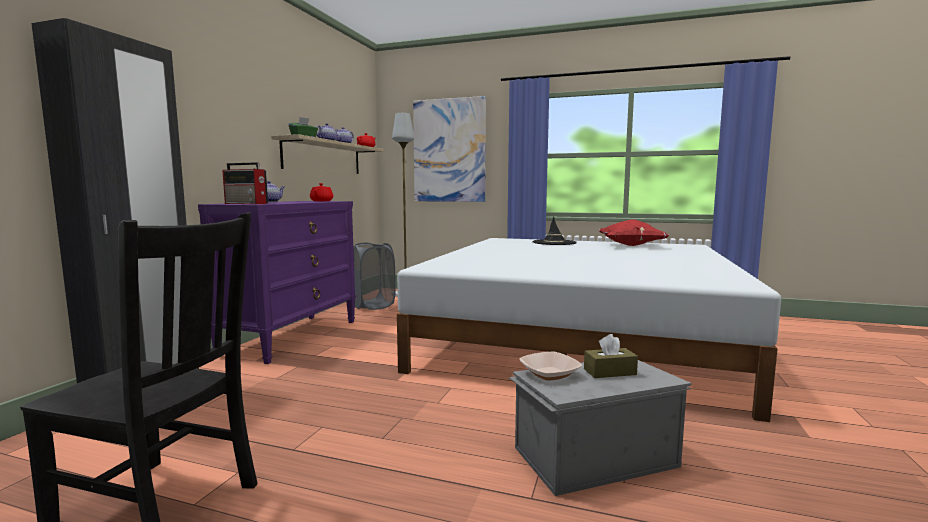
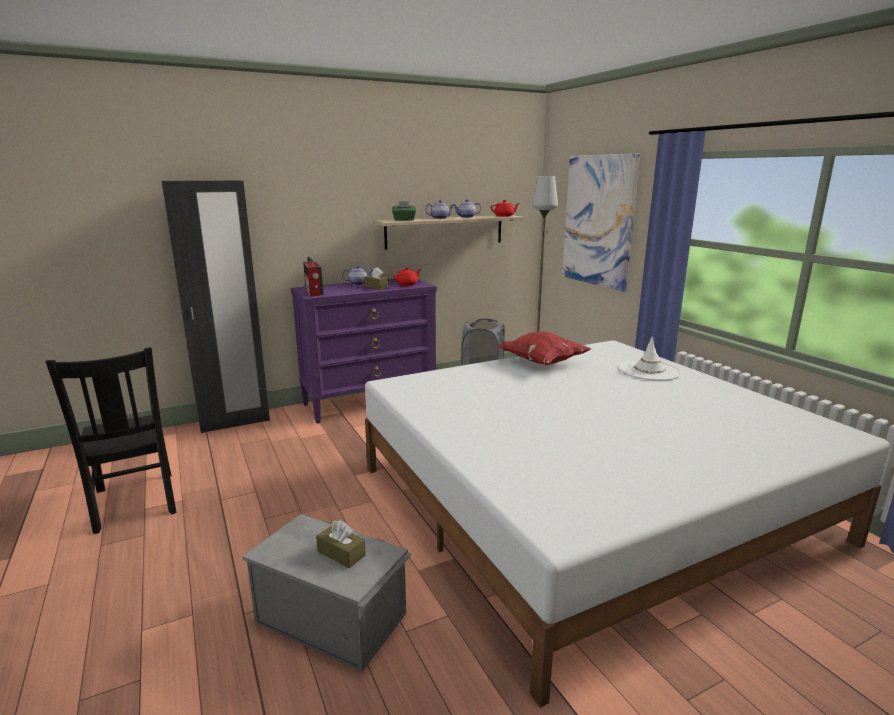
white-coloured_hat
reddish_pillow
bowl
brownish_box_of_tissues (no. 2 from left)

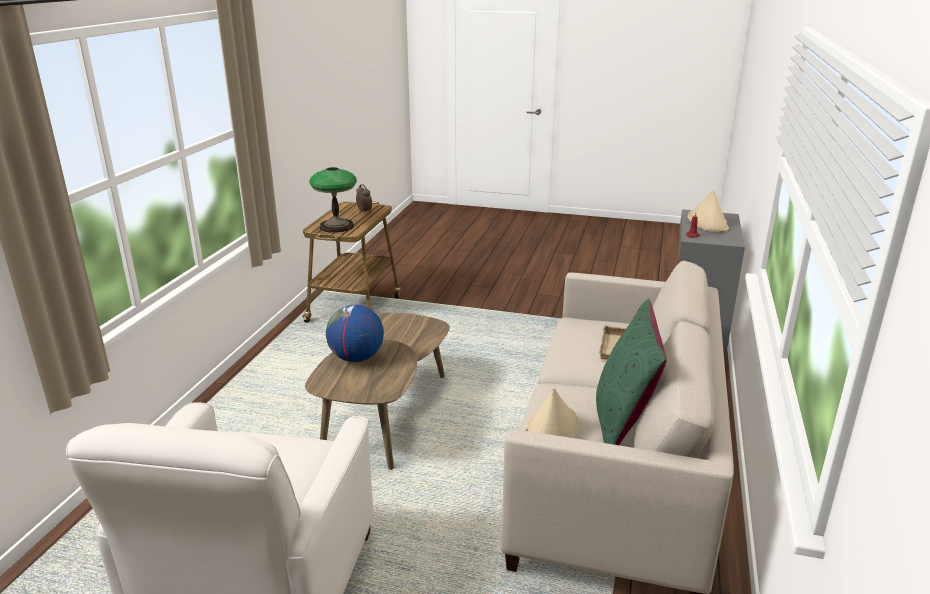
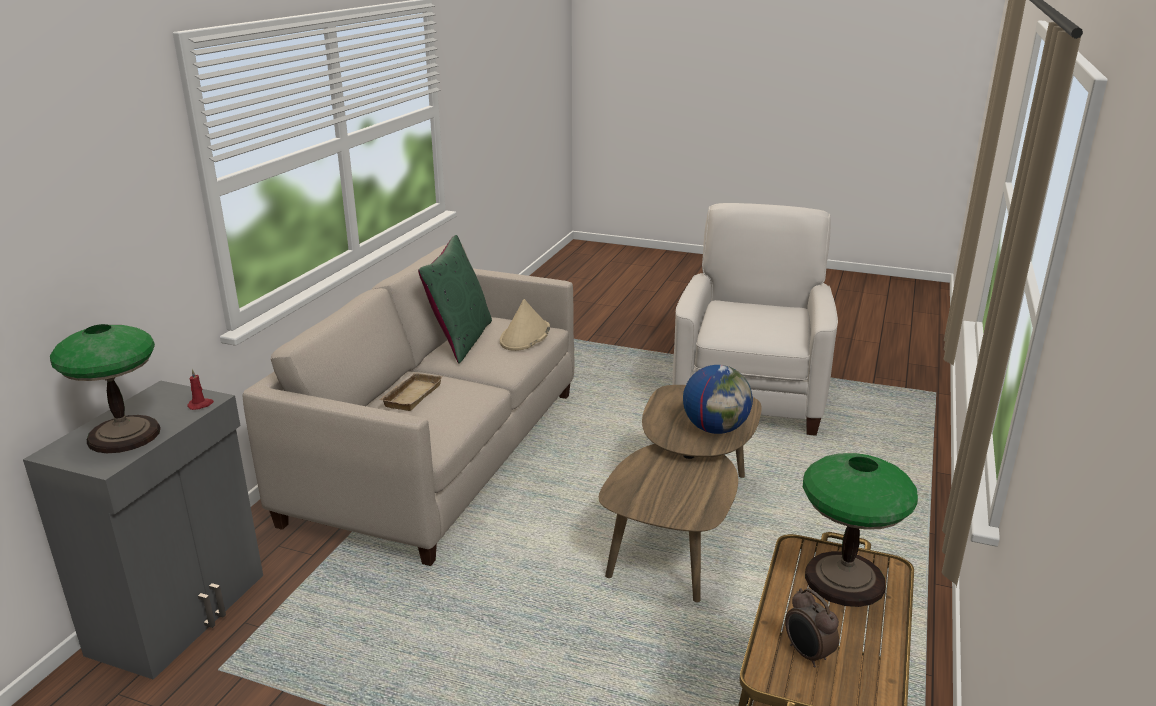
lamp_for_a_table (no. 1 from left)

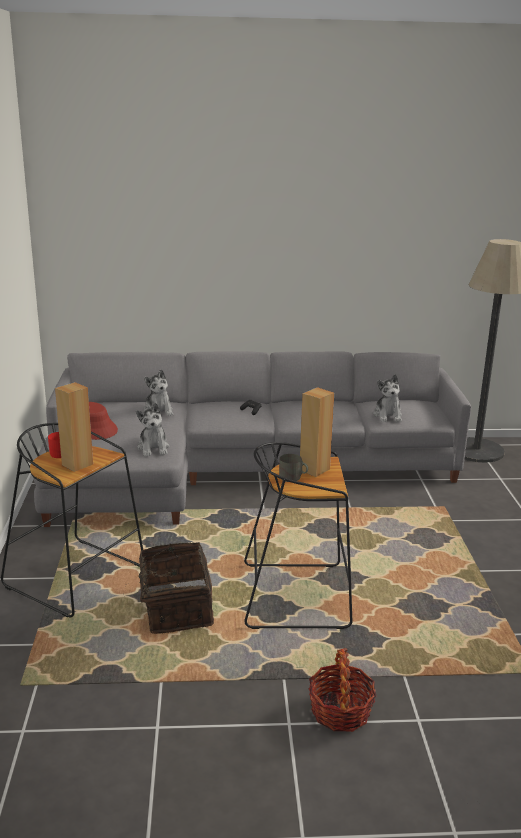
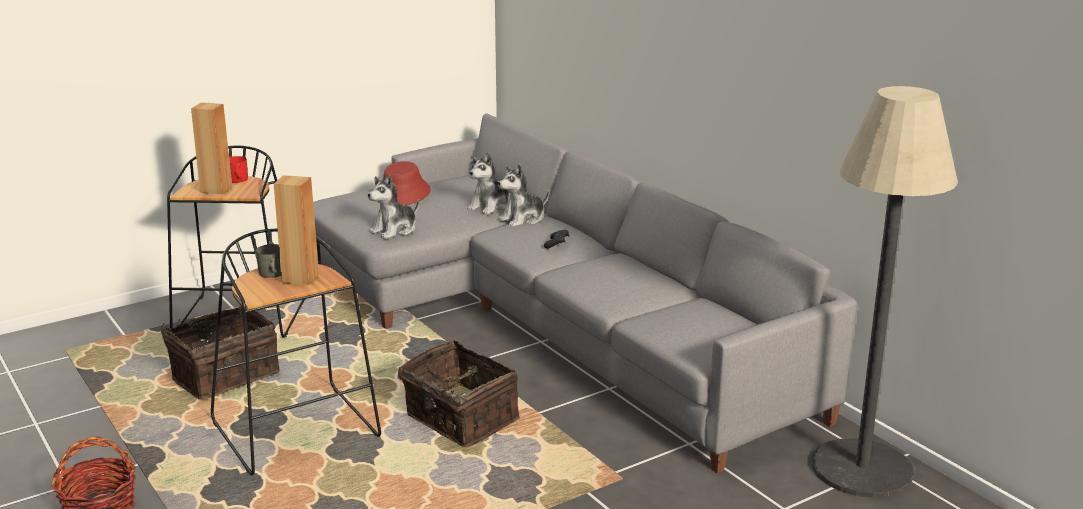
cuddly_toy (no. 3 from left)
storage_basket (no. 3 from left)

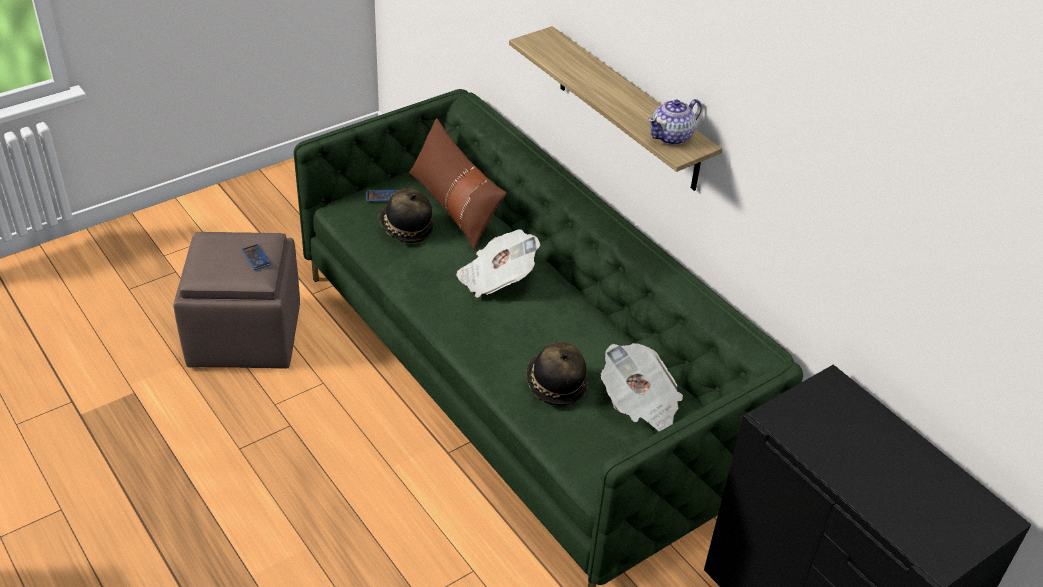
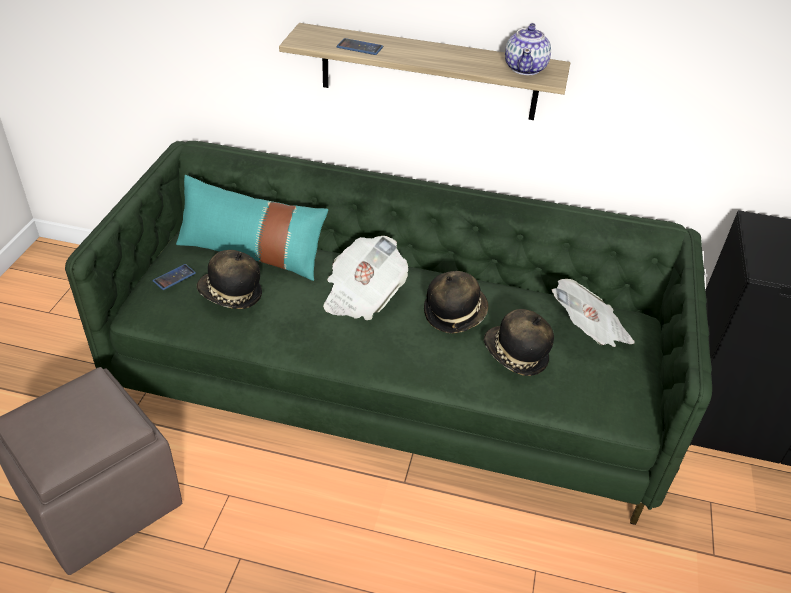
turquoise-coloured_pillow
telephone (no. 2 from left)
hat (no. 2 from left)

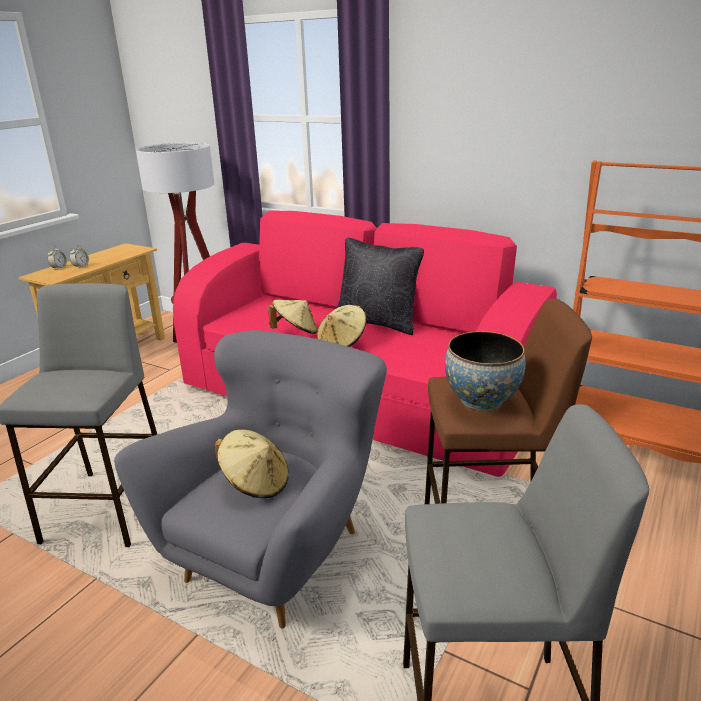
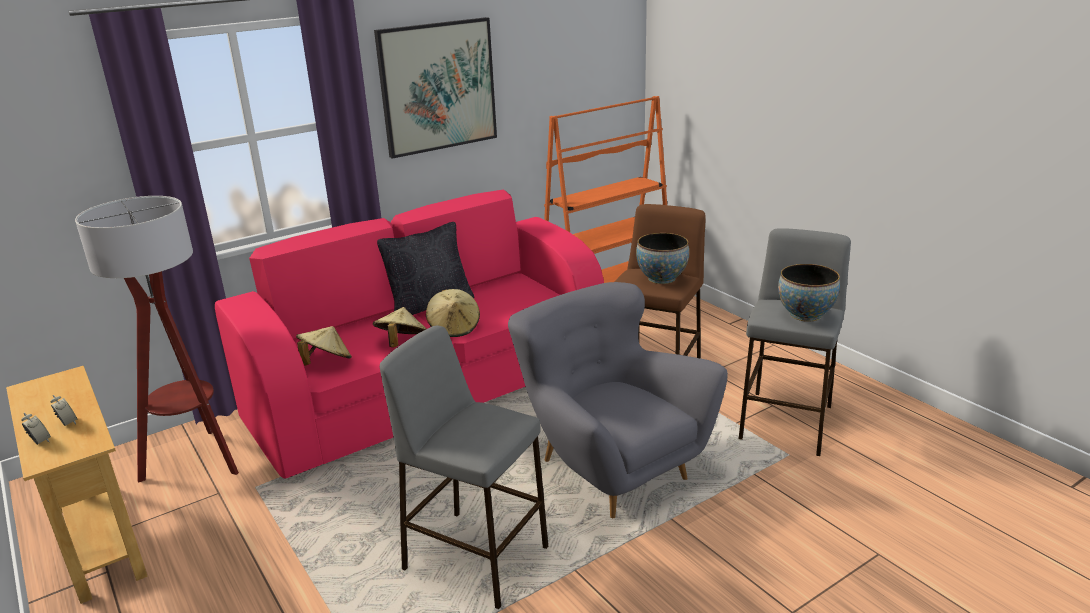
sand-coloured_hat (no. 1 from left)
wall_picture
bowl (no. 2 from left)

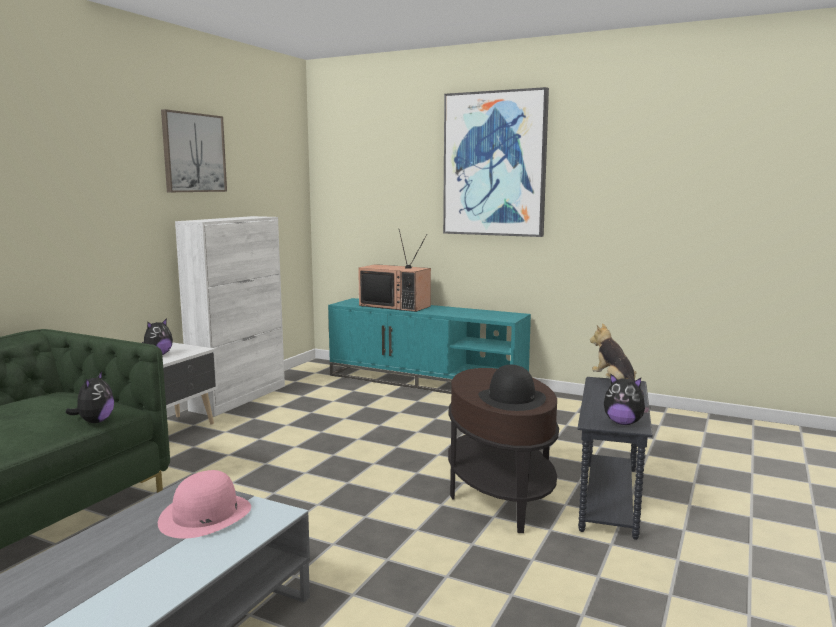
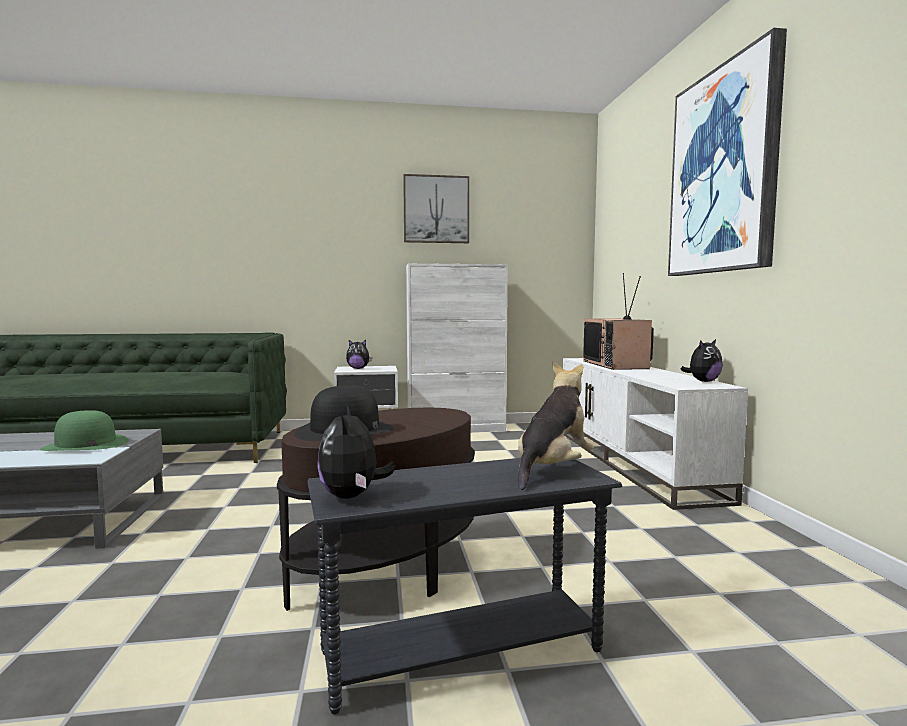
white-coloured_tv_unit
cuddly_toy (no. 4 from left)
green_hat

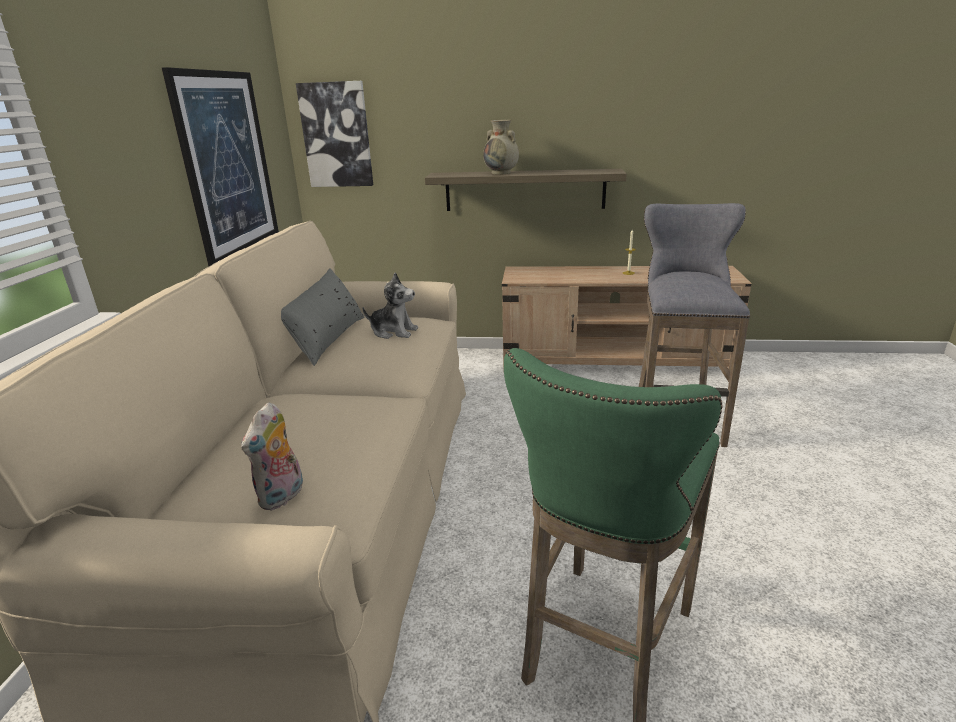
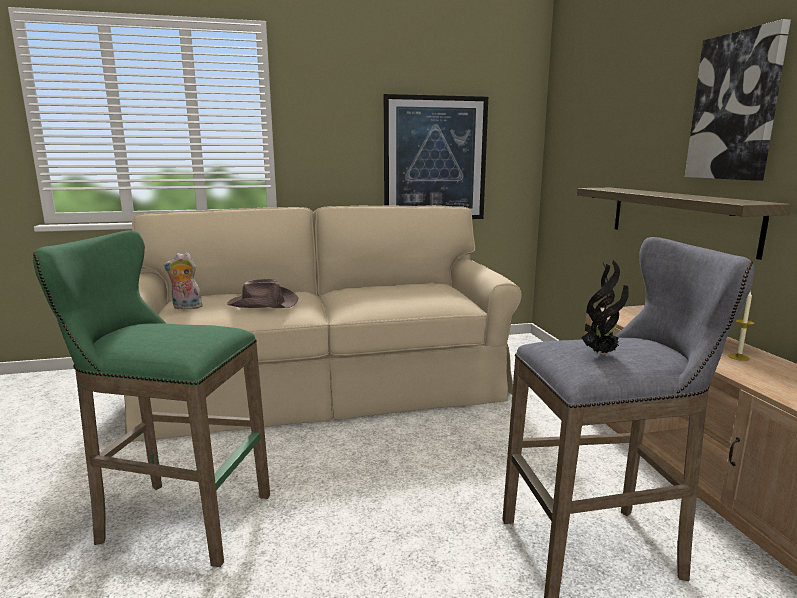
wall_picture (no. 2 from left)
sand-coloured_flower_vase
greyish_pillow
cuddly_toy (no. 2 from left in the first image)
plant_in_a_pot
brownish_hat

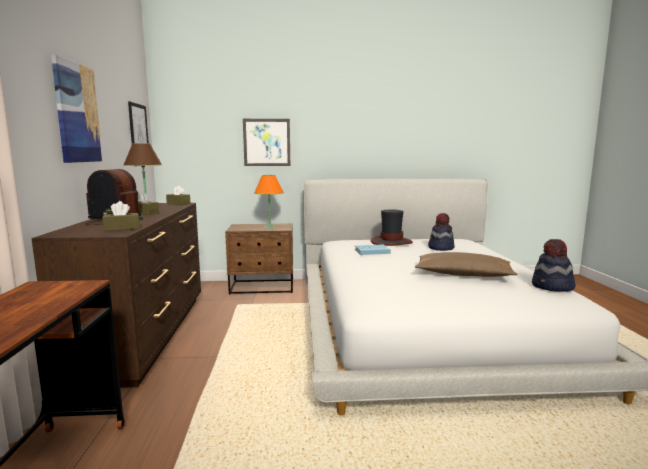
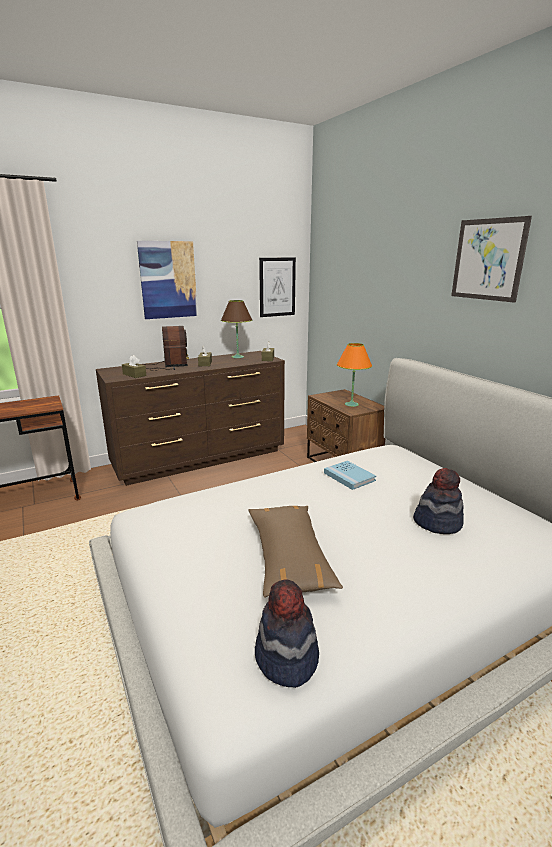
wall_picture (no. 3 from left)
hat (no. 1 from left in the first image)

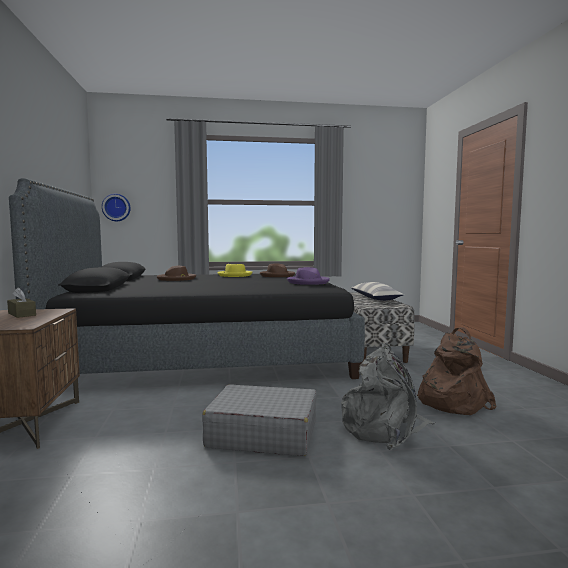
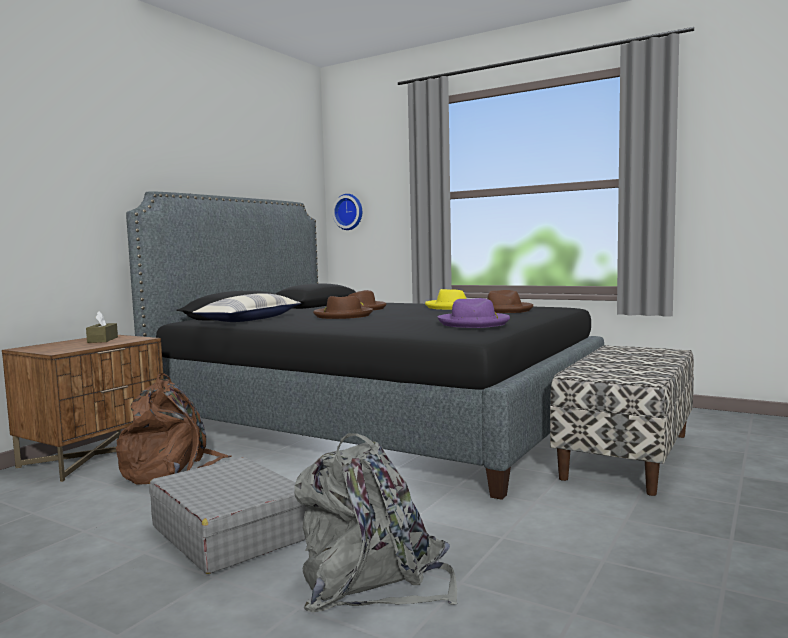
pillow
brownish_backpack
brownish_hat (no. 1 from left)

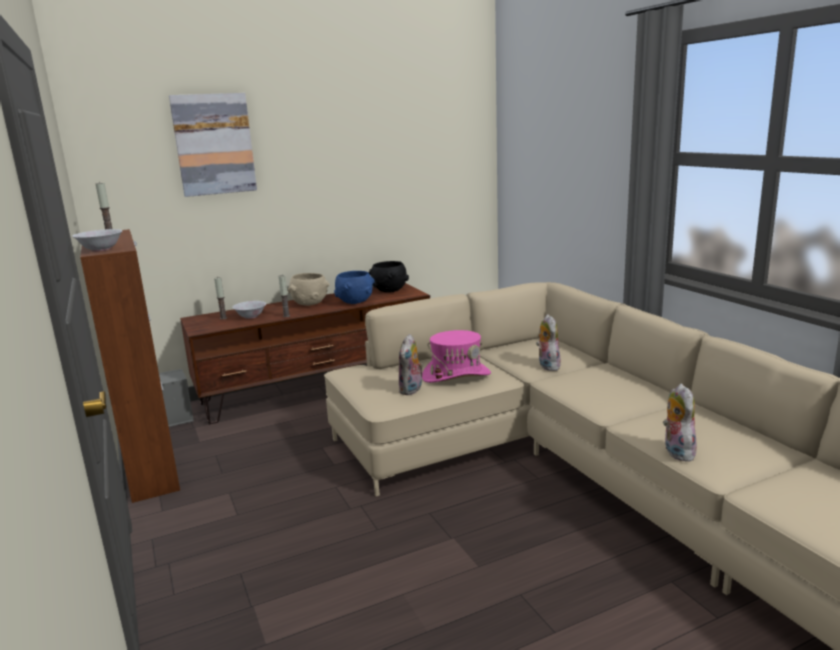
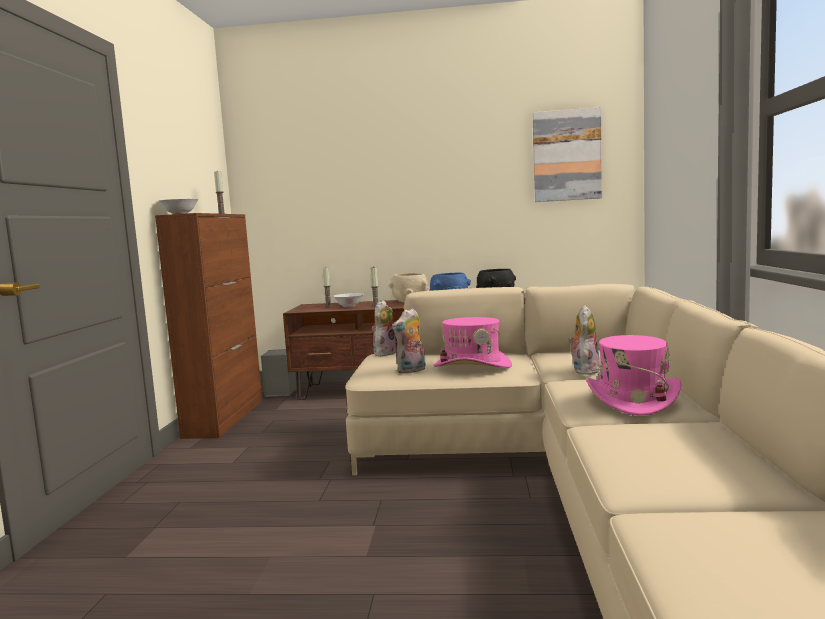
wall_picture
cuddly_toy (no. 1 from left)
pink-coloured_hat (no. 2 from left)

